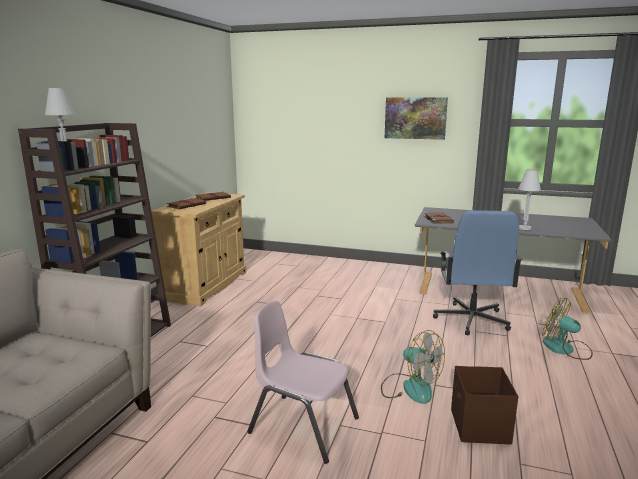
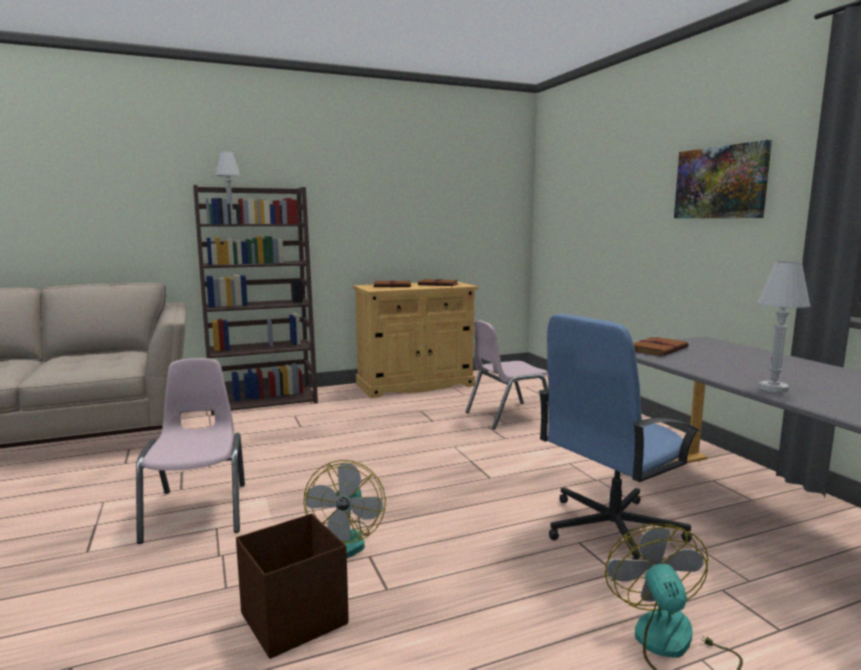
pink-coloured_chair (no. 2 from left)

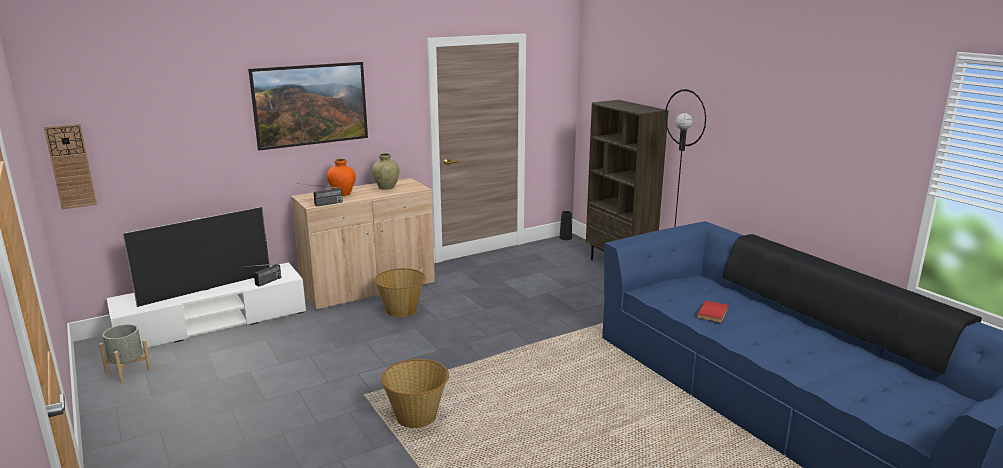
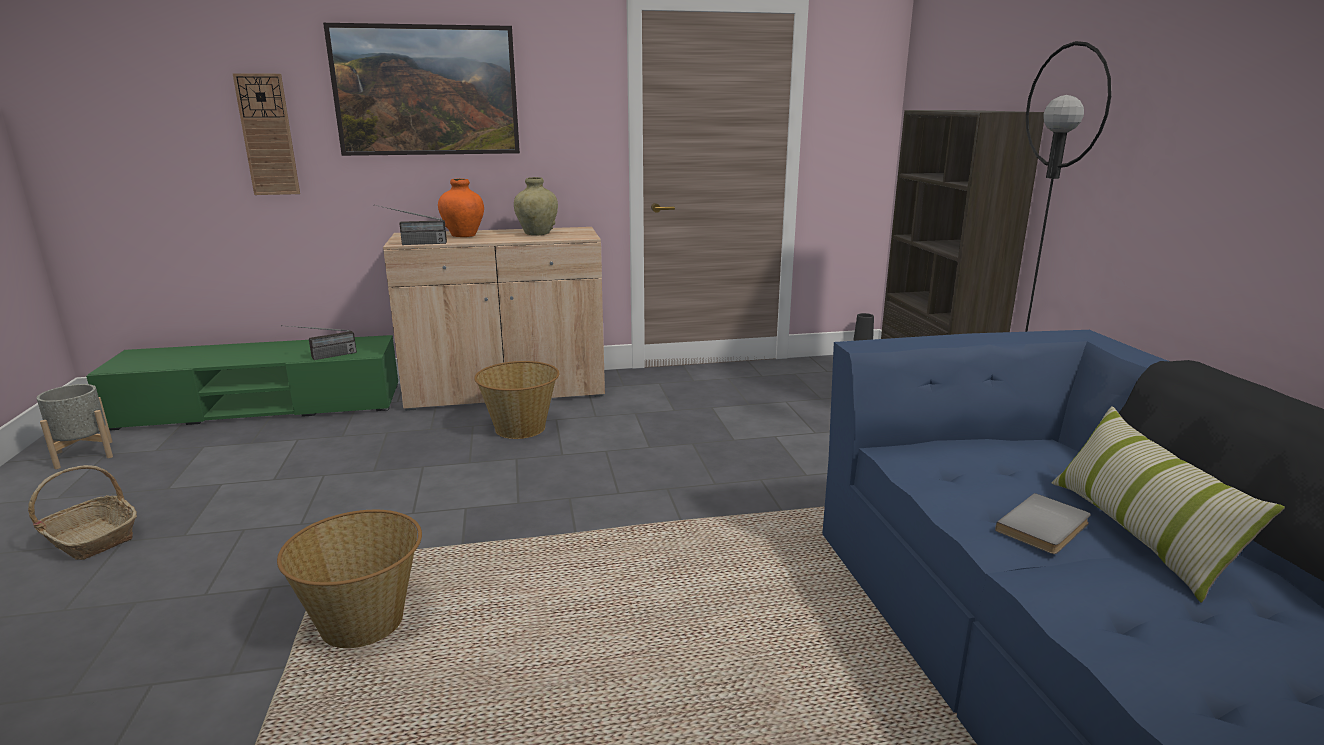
wall_clock
TV_set
green_tv_unit
greyish_book
pillow
storage_basket (no. 1 from left)

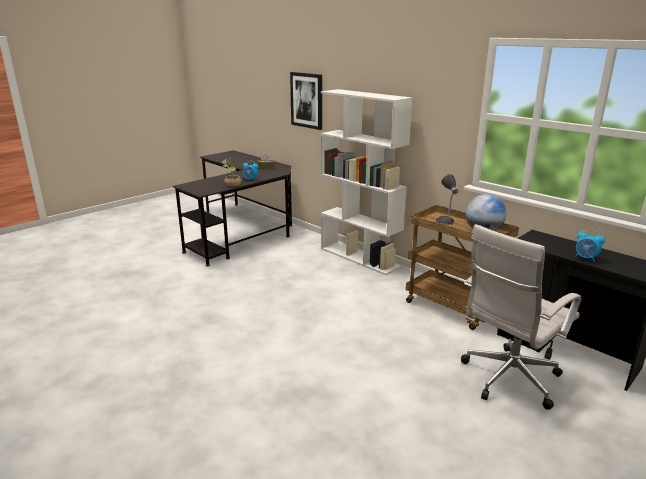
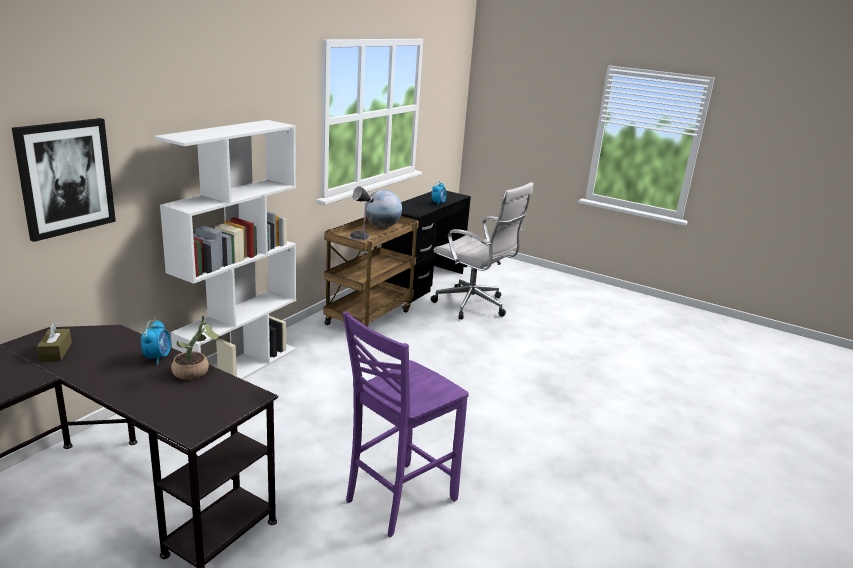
purplish_chair

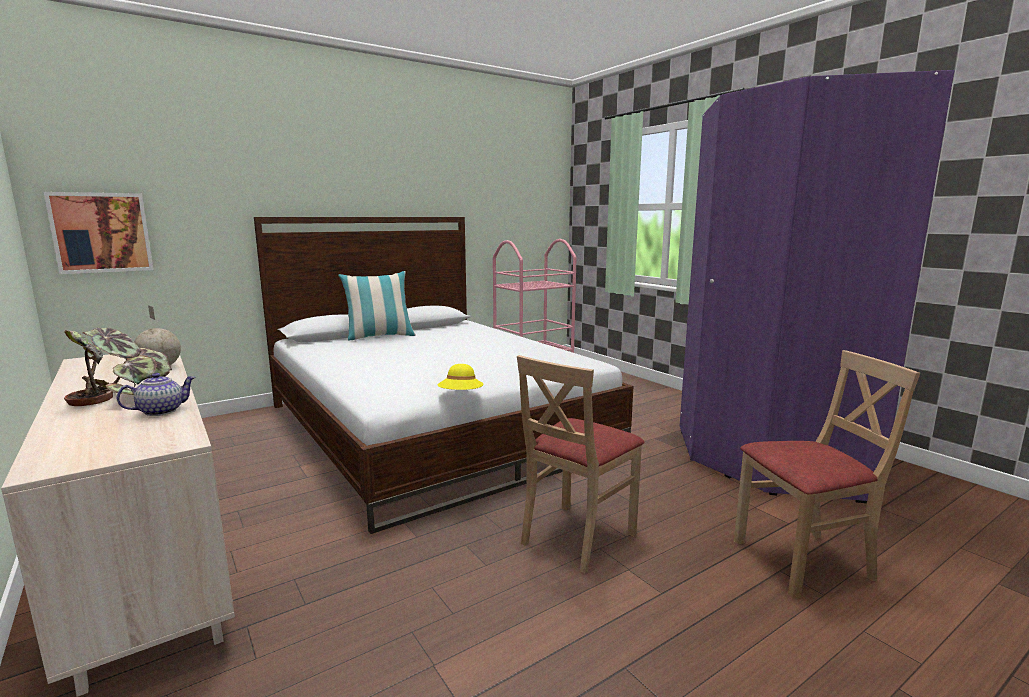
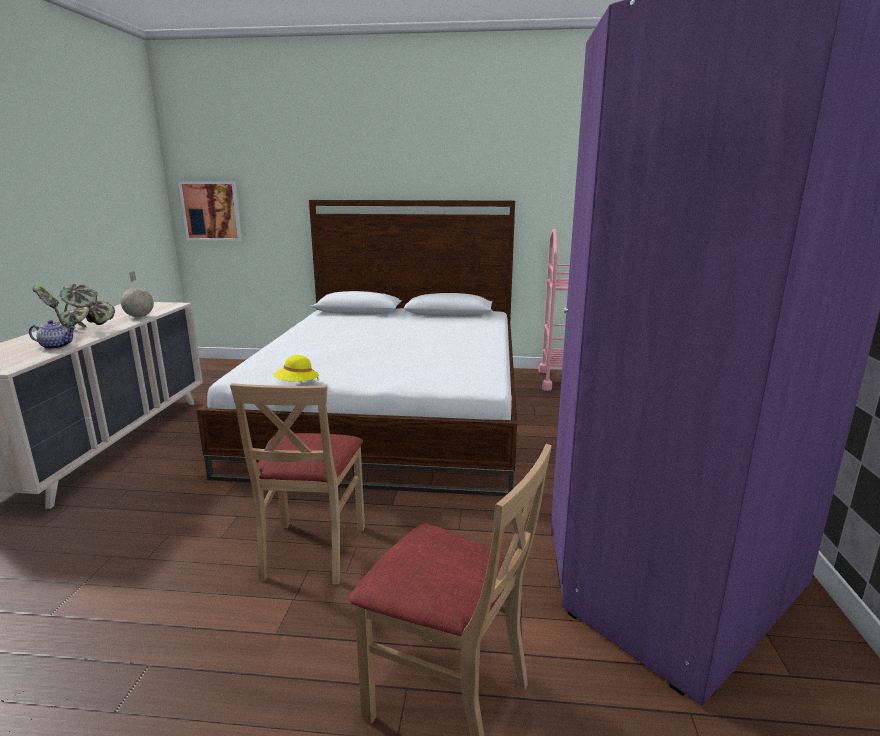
pillow
sand-coloured_chair (no. 1 from left)

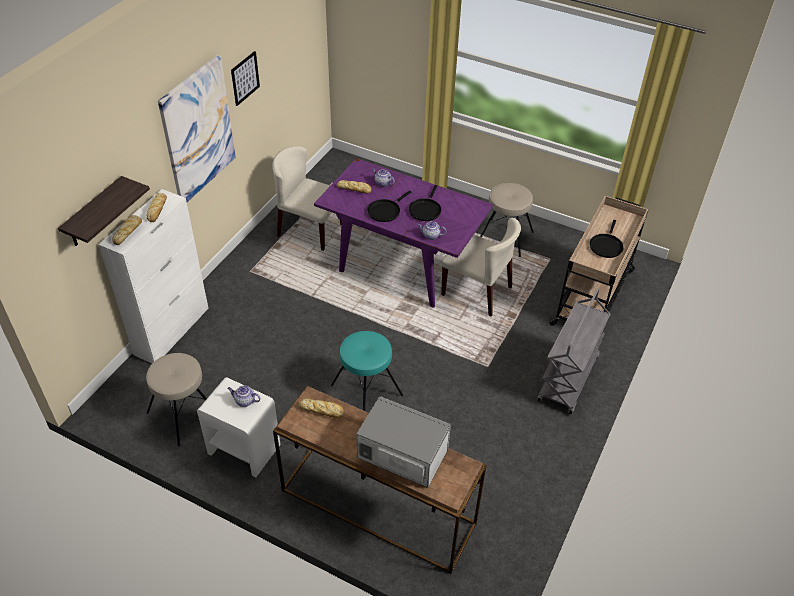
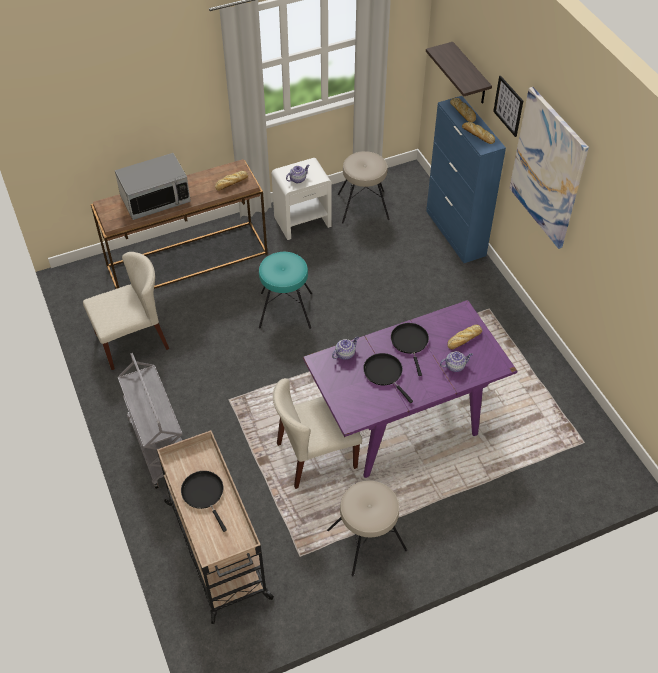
wall_picture (no. 1 from left)
sand-coloured_chair (no. 1 from left)
blue-coloured_storage_cabinet

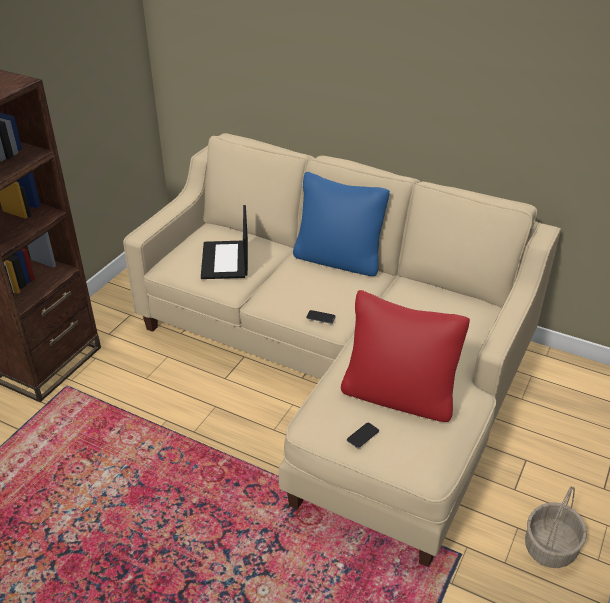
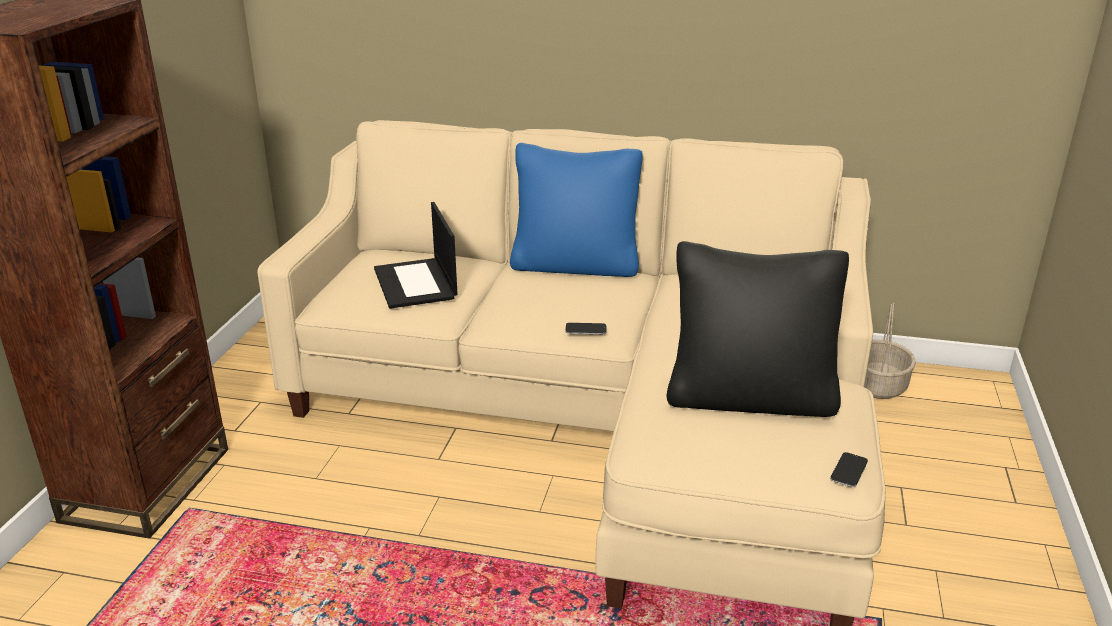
black-coloured_pillow
telephone (no. 2 from left)
storage_basket

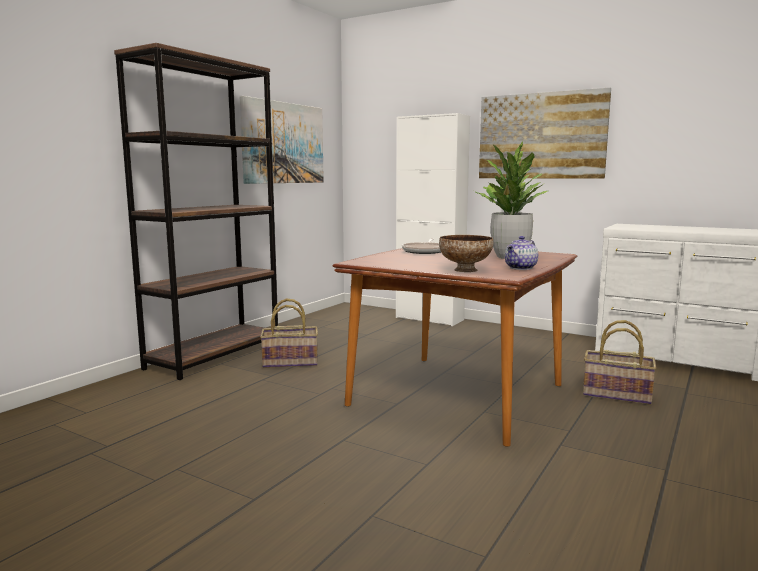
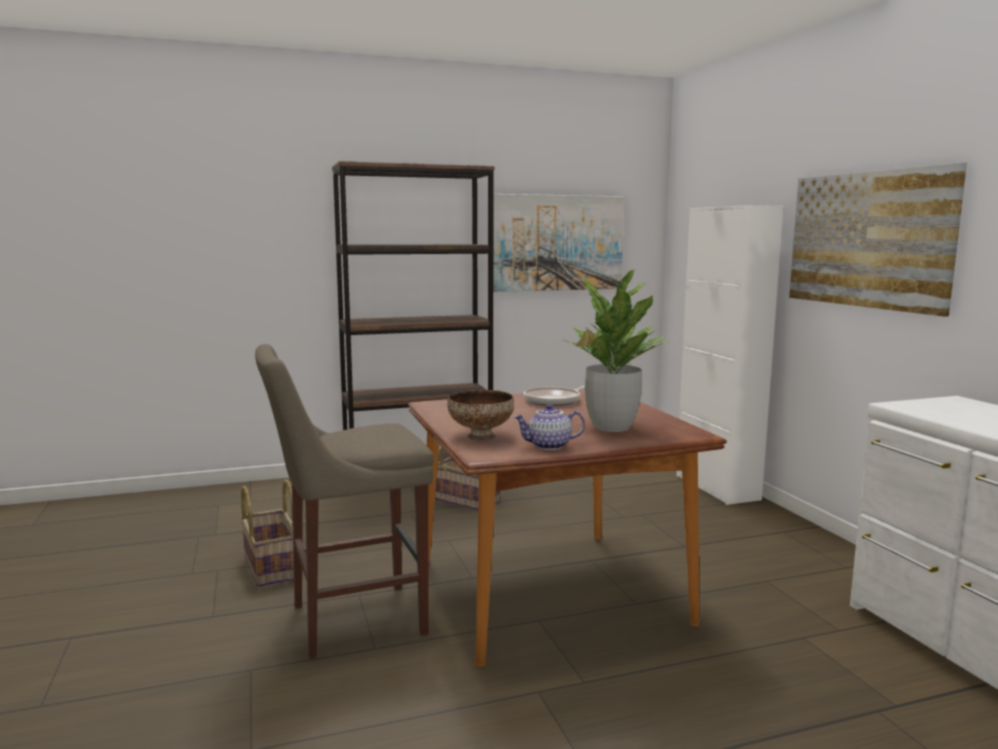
storage_basket (no. 1 from left)
sand-coloured_sitting_stool

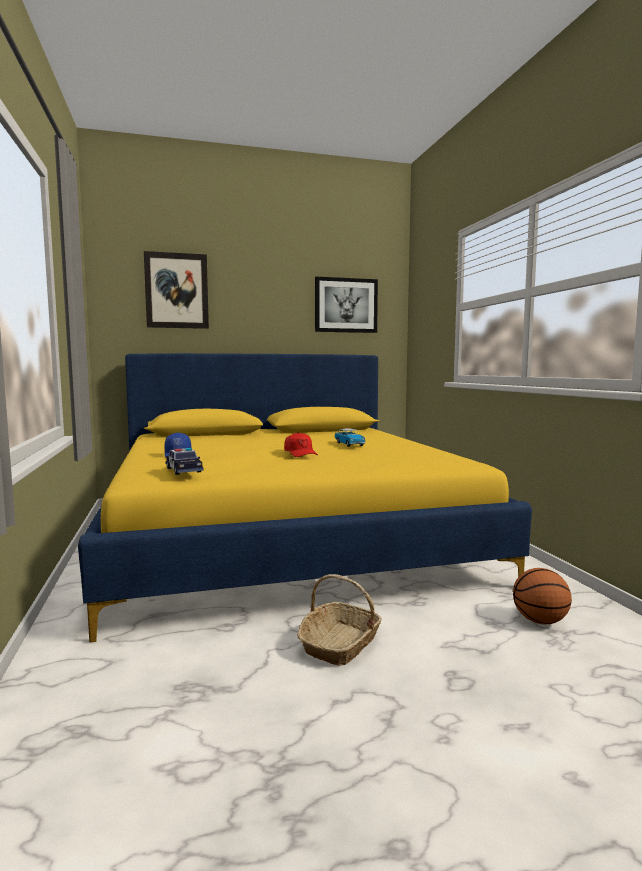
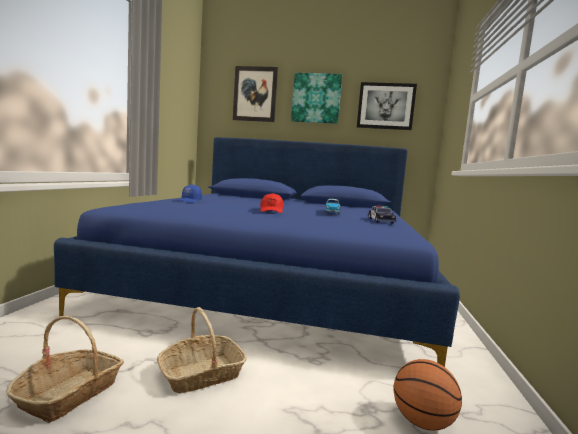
blue-coloured_sleeping_bed
miniature_car (no. 2 from left)
wall_picture (no. 2 from left)
storage_basket (no. 1 from left)

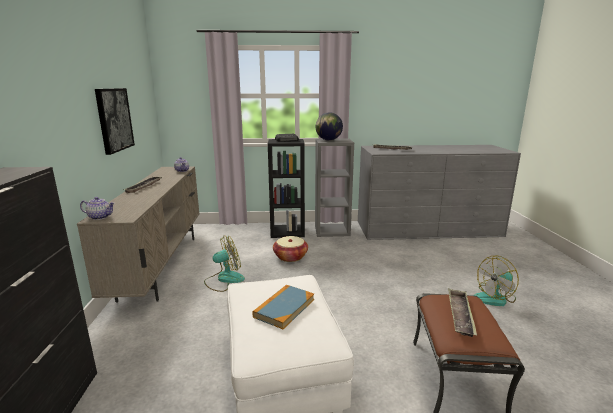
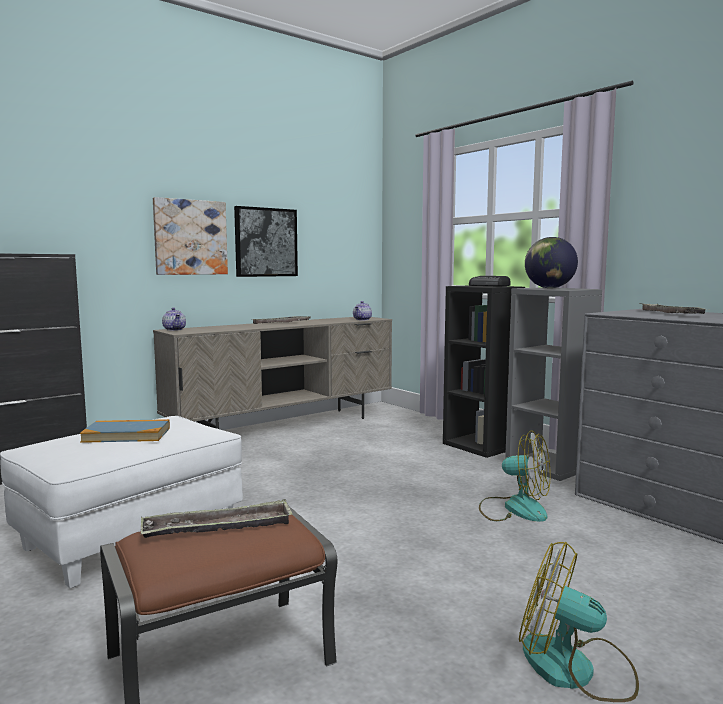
electric_fan (no. 1 from left)
storage_basket
wall_picture (no. 1 from left)

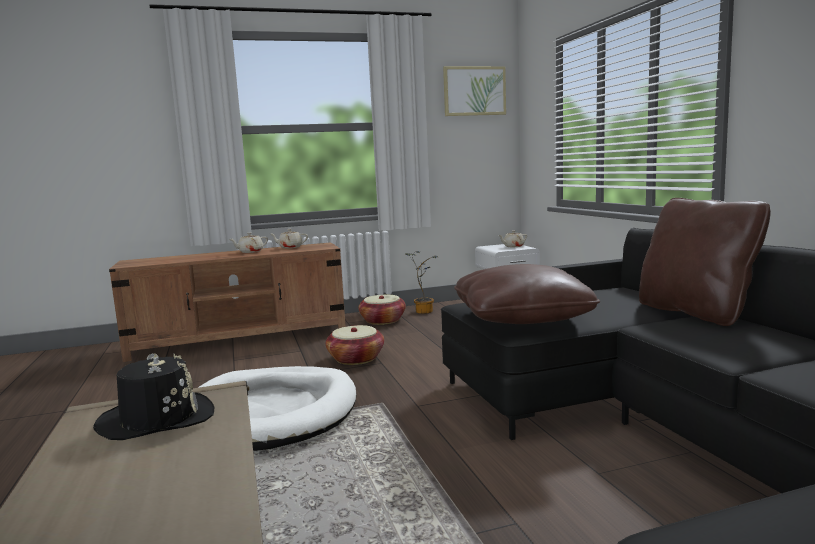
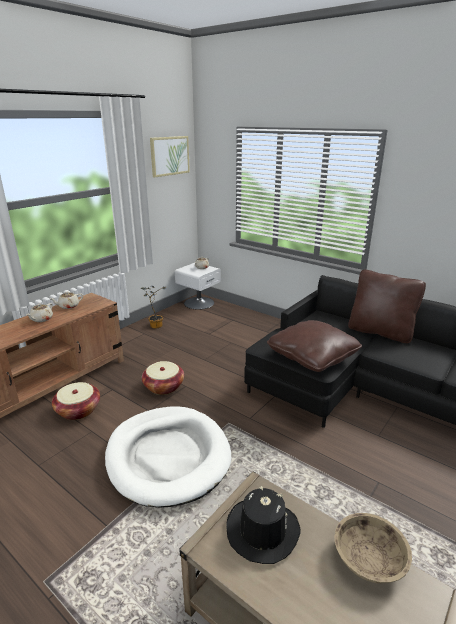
storage_basket (no. 1 from left)
sand-coloured_bowl

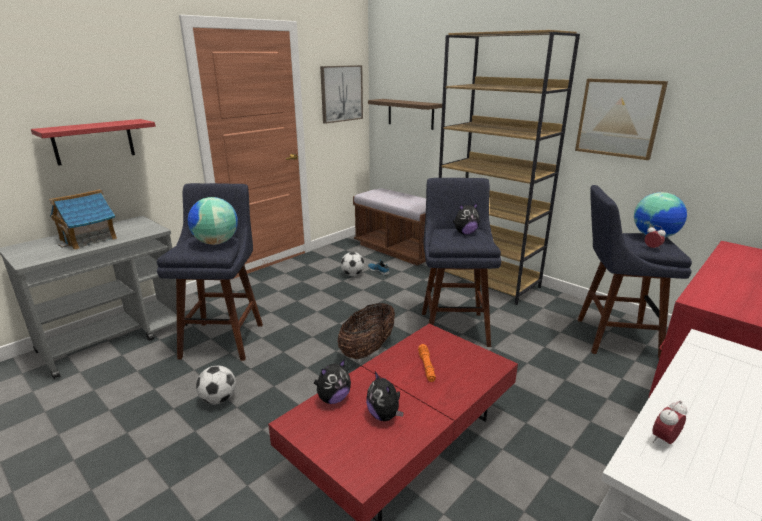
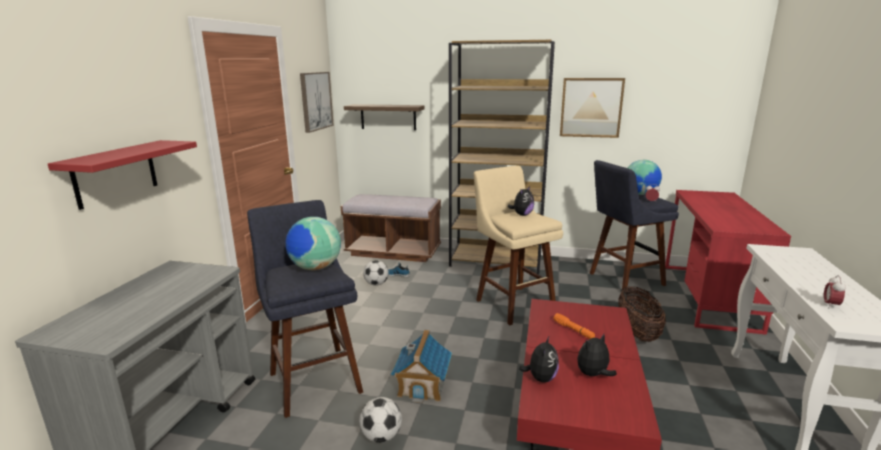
sand-coloured_sitting_stool
miniature_house
storage_basket
cuddly_toy (no. 3 from left)

